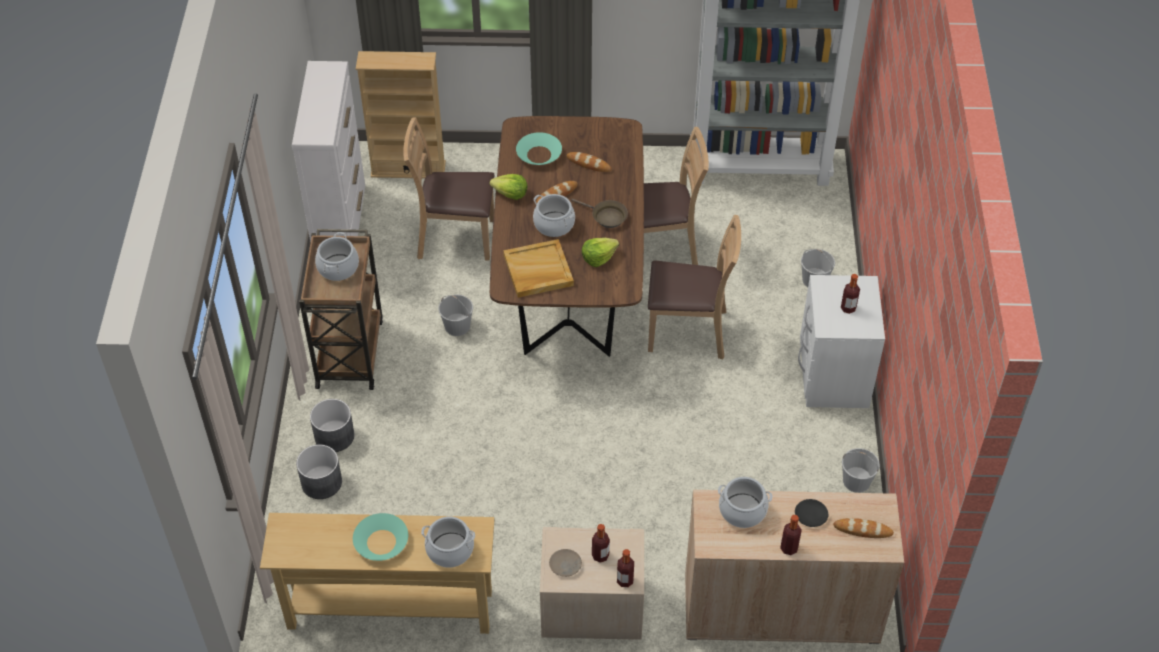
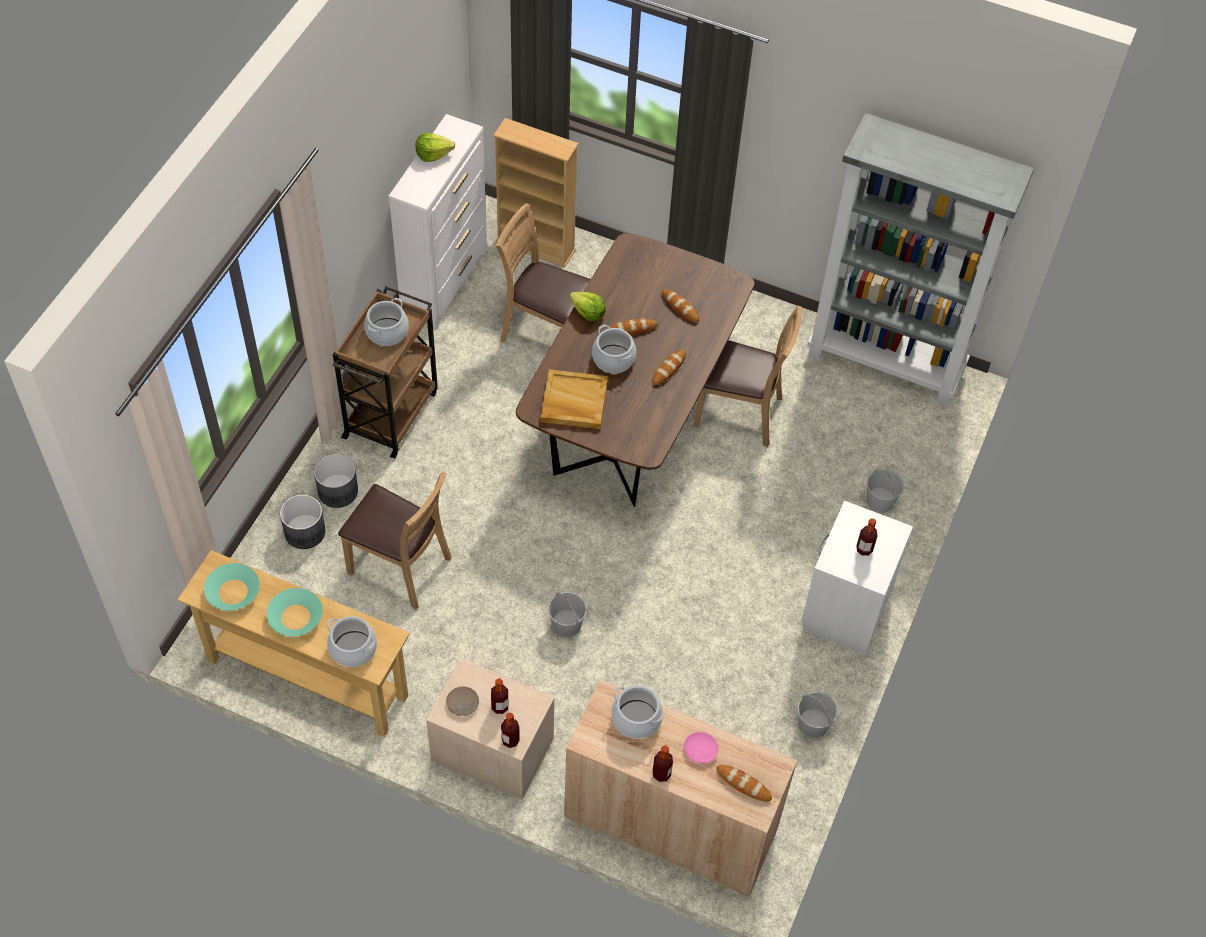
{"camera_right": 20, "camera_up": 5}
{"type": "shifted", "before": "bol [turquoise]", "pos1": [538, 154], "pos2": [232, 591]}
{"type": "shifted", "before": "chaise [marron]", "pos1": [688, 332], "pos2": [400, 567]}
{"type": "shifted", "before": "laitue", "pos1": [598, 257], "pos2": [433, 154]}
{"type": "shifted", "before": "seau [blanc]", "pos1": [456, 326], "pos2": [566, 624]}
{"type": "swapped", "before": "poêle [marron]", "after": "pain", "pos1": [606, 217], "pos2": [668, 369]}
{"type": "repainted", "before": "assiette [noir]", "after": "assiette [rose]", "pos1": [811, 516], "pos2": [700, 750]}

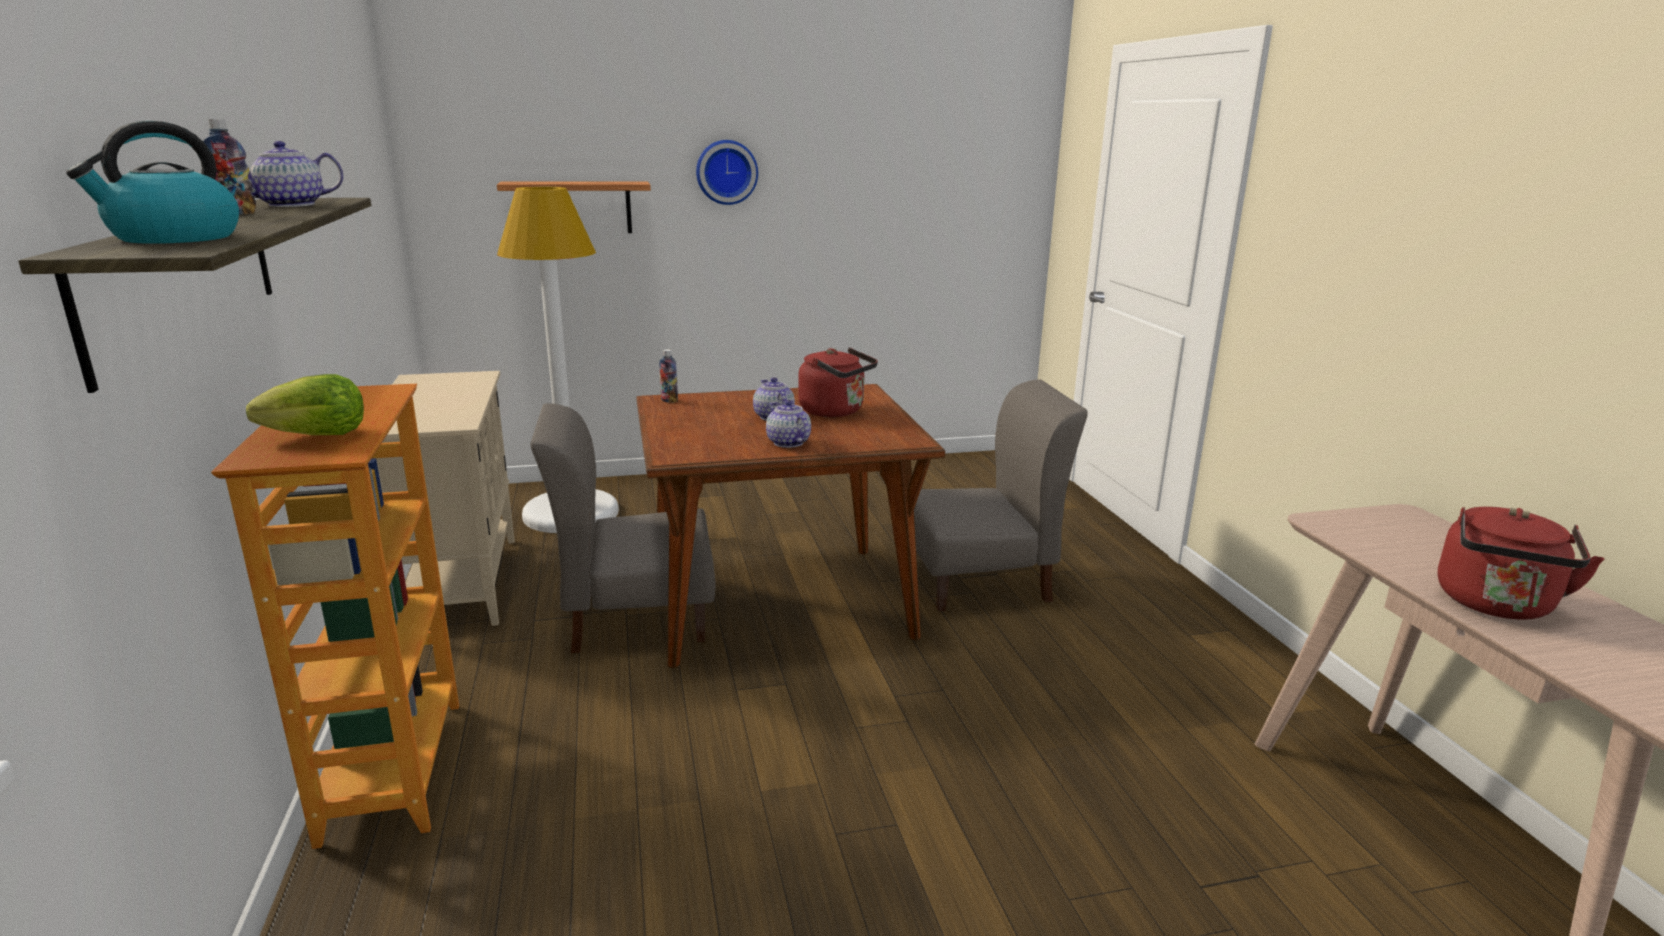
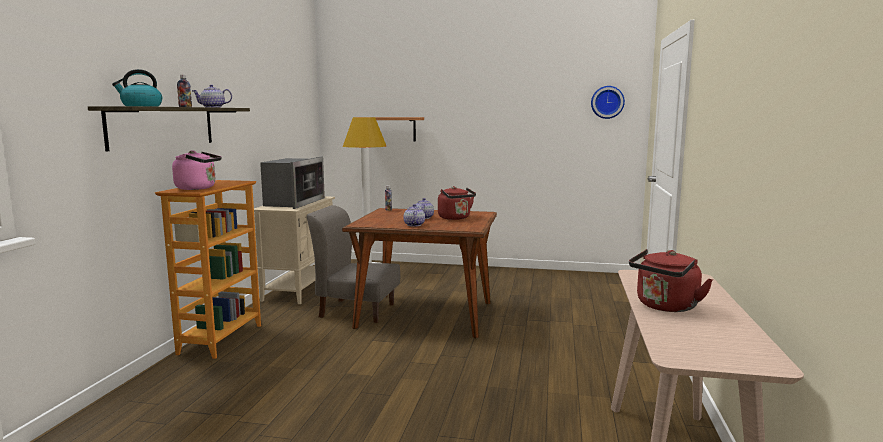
{"camera_right": 25, "camera_up": -10}
{"type": "swapped", "before": "laitue", "after": "bouilloire [rose]", "pos1": [319, 436], "pos2": [198, 188]}
{"type": "new", "after": "micro-ondes", "pos2": [293, 202]}
{"type": "shifted", "before": "horloge murale", "pos1": [726, 172], "pos2": [607, 102]}
{"type": "gone", "before": "chaise [gris]", "pos1": [978, 582]}

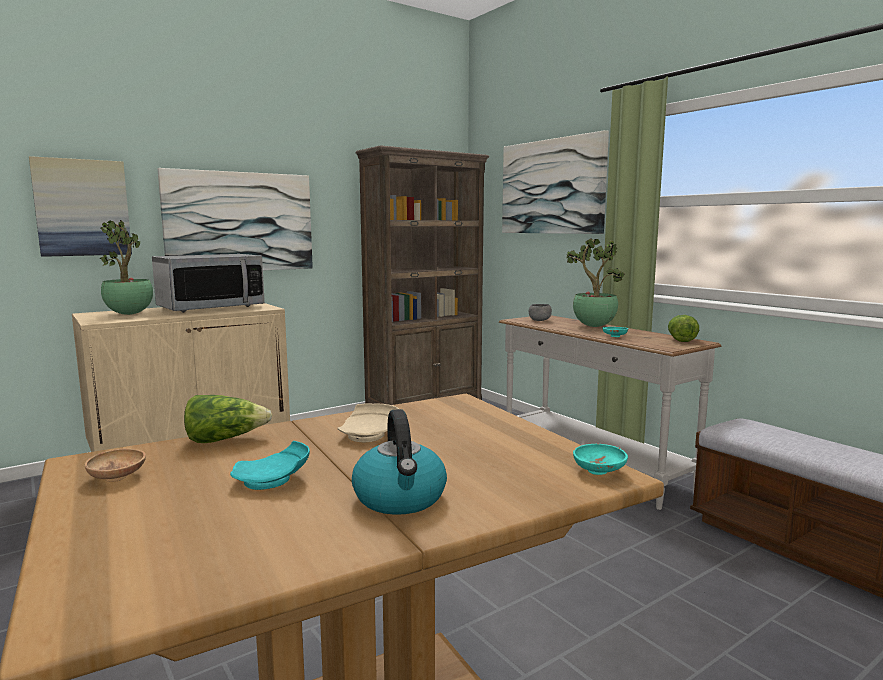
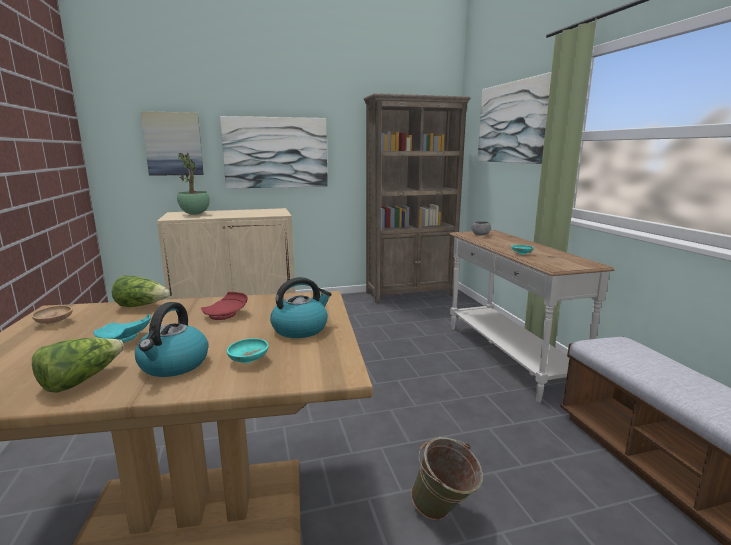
{"camera_right": 20, "camera_up": 5}
{"type": "shifted", "before": "laitue", "pos1": [680, 339], "pos2": [81, 380]}
{"type": "repainted", "before": "assiette [beige]", "after": "assiette [rouge]", "pos1": [369, 435], "pos2": [226, 314]}
{"type": "shifted", "before": "bol [turquoise]", "pos1": [599, 471], "pos2": [248, 360]}
{"type": "new", "after": "bouilloire", "pos2": [300, 329]}
{"type": "new", "after": "seau [vert]", "pos2": [444, 514]}
{"type": "gone", "before": "micro-ondes", "pos1": [211, 307]}
{"type": "gone", "before": "plante en pot", "pos1": [592, 326]}

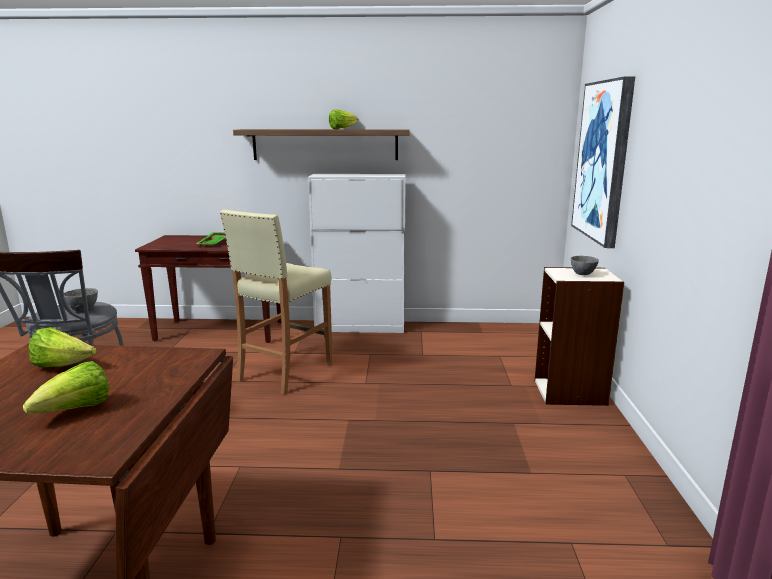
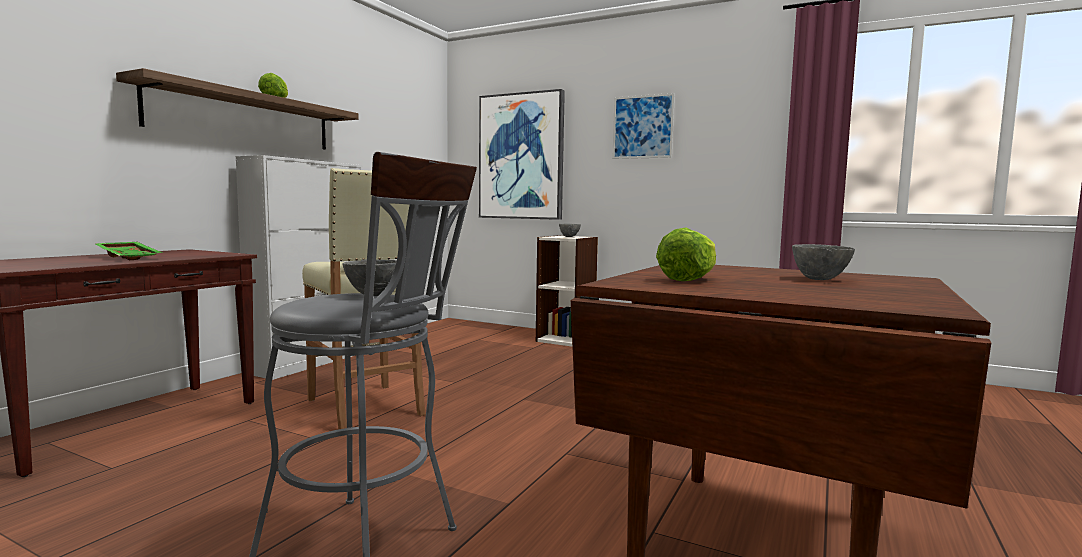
{"camera_right": -65, "camera_up": -10}
{"type": "new", "after": "tableau", "pos2": [642, 127]}
{"type": "swapped", "before": "laitue", "after": "bol [gris]", "pos1": [76, 411], "pos2": [820, 279]}

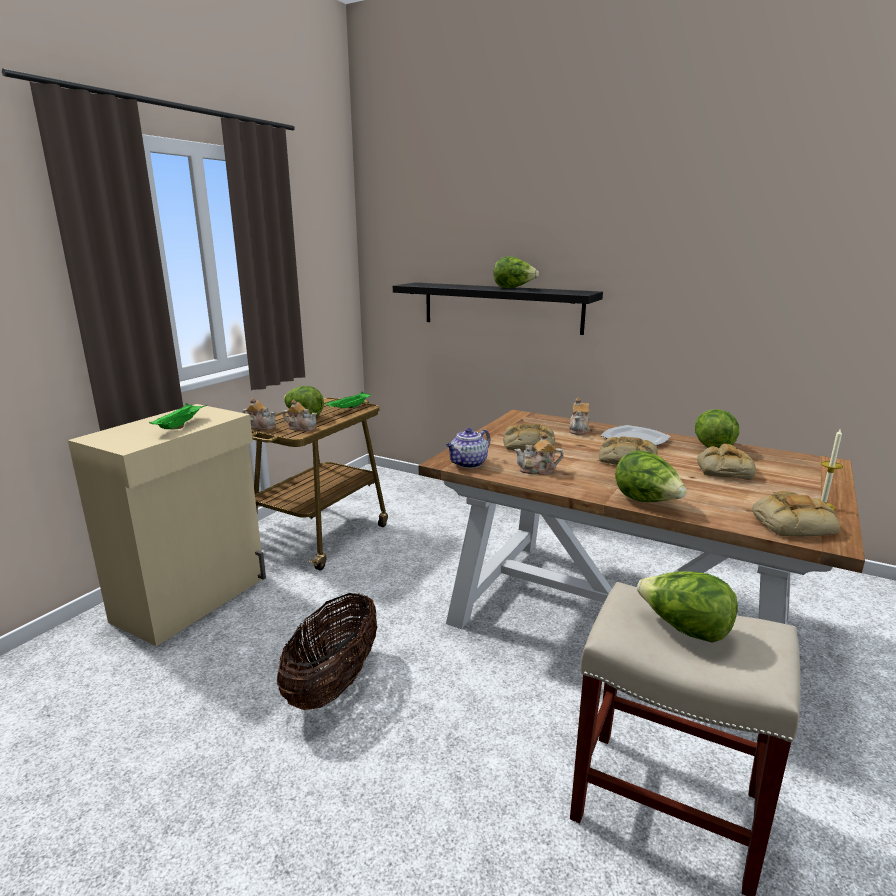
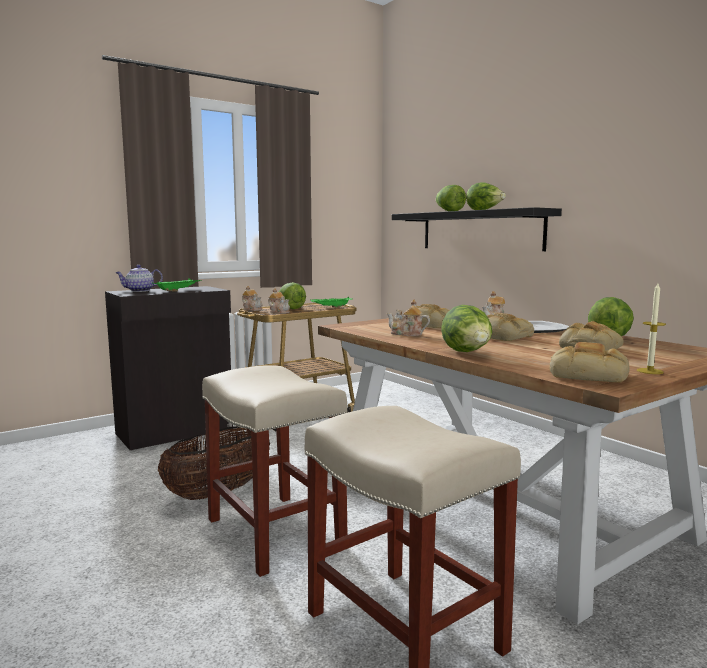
{"camera_right": 25, "camera_up": -10}
{"type": "repainted", "before": "meuble de rangement [beige]", "after": "meuble de rangement [noir]", "pos1": [193, 599], "pos2": [176, 431]}
{"type": "shifted", "before": "théière", "pos1": [468, 464], "pos2": [139, 291]}
{"type": "new", "after": "tabouret [beige]", "pos2": [273, 531]}
{"type": "shifted", "before": "laitue", "pos1": [684, 629], "pos2": [449, 212]}

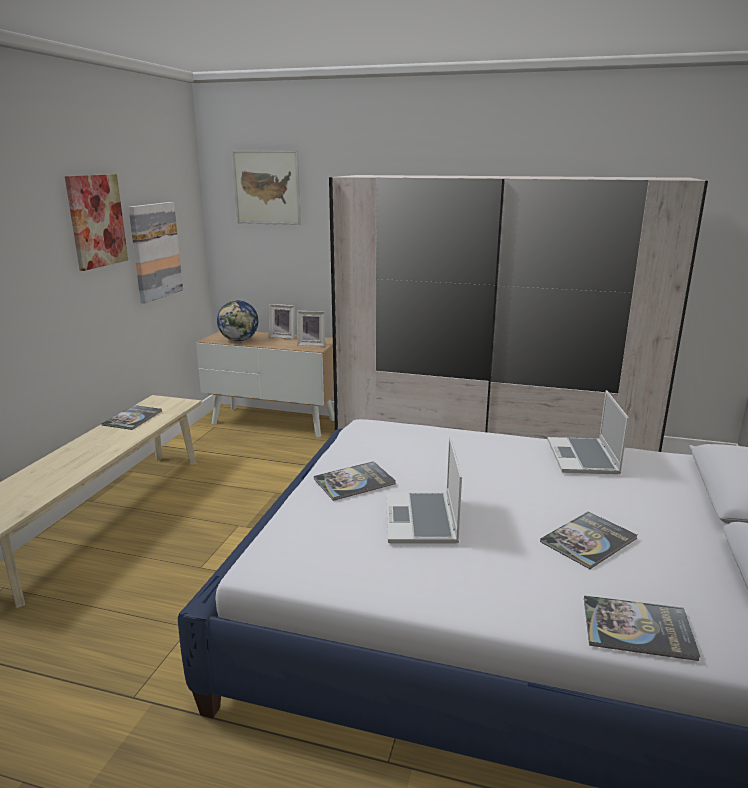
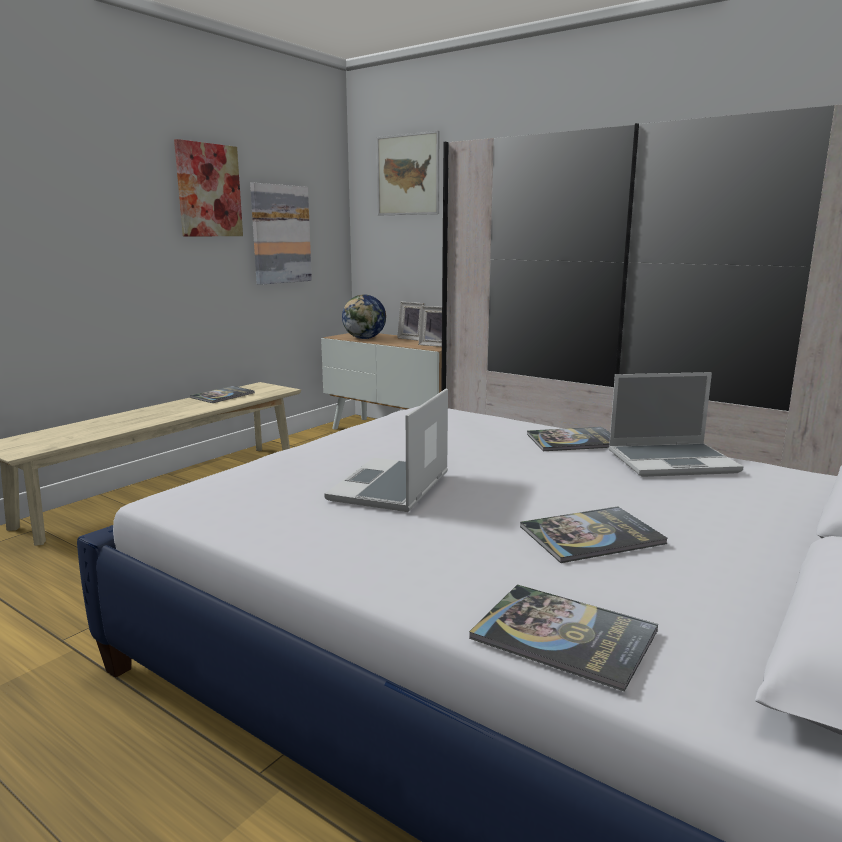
{"camera_right": 20, "camera_up": -5}
{"type": "shifted", "before": "livre", "pos1": [354, 482], "pos2": [573, 441]}
{"type": "rotated", "before": "ordinateur portable", "pos1": [584, 458], "pos2": [672, 461], "turn": -120}

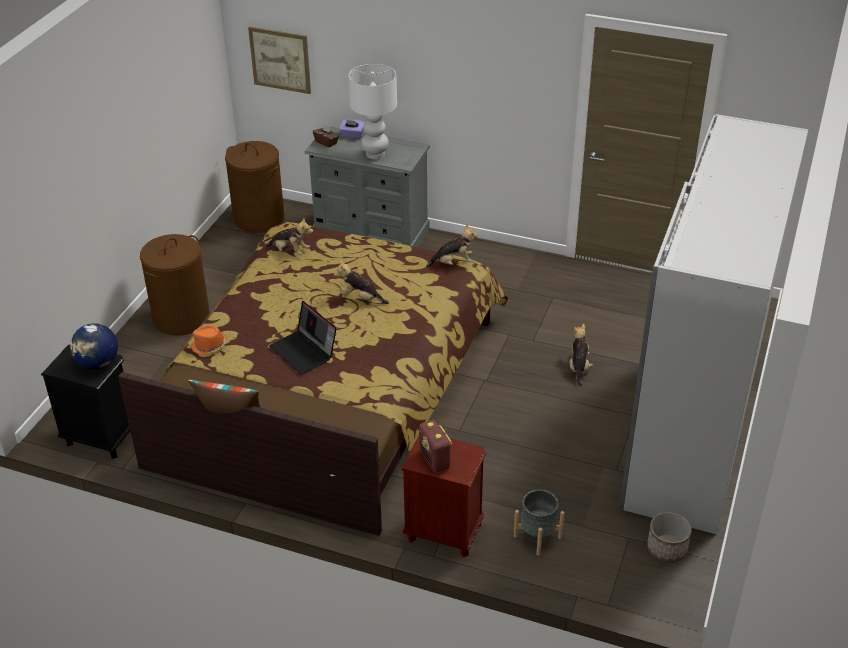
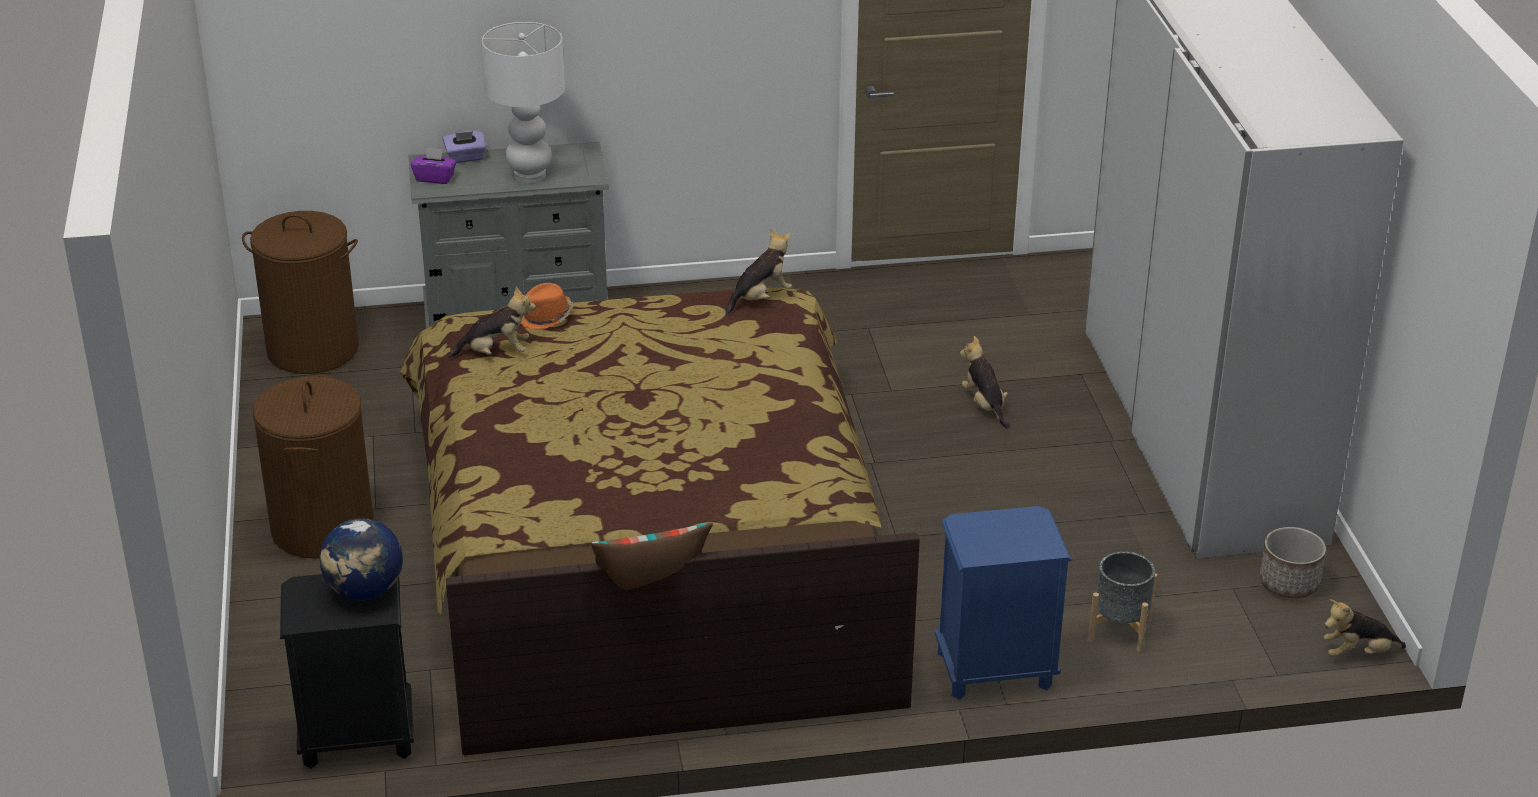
{"camera_right": -30, "camera_up": -5}
{"type": "repainted", "before": "boîte à mouchoirs [marron]", "after": "boîte à mouchoirs [violet]", "pos1": [326, 142], "pos2": [435, 178]}
{"type": "shifted", "before": "chapeau [orange]", "pos1": [209, 346], "pos2": [545, 317]}
{"type": "repainted", "before": "table de chevet [marron]", "after": "table de chevet [bleu]", "pos1": [444, 532], "pos2": [994, 670]}
{"type": "shifted", "before": "peluche", "pos1": [361, 298], "pos2": [1358, 653]}
{"type": "gone", "before": "tableau", "pos1": [280, 60]}
{"type": "gone", "before": "ordinateur portable", "pos1": [304, 352]}
{"type": "gone", "before": "radio", "pos1": [435, 460]}

